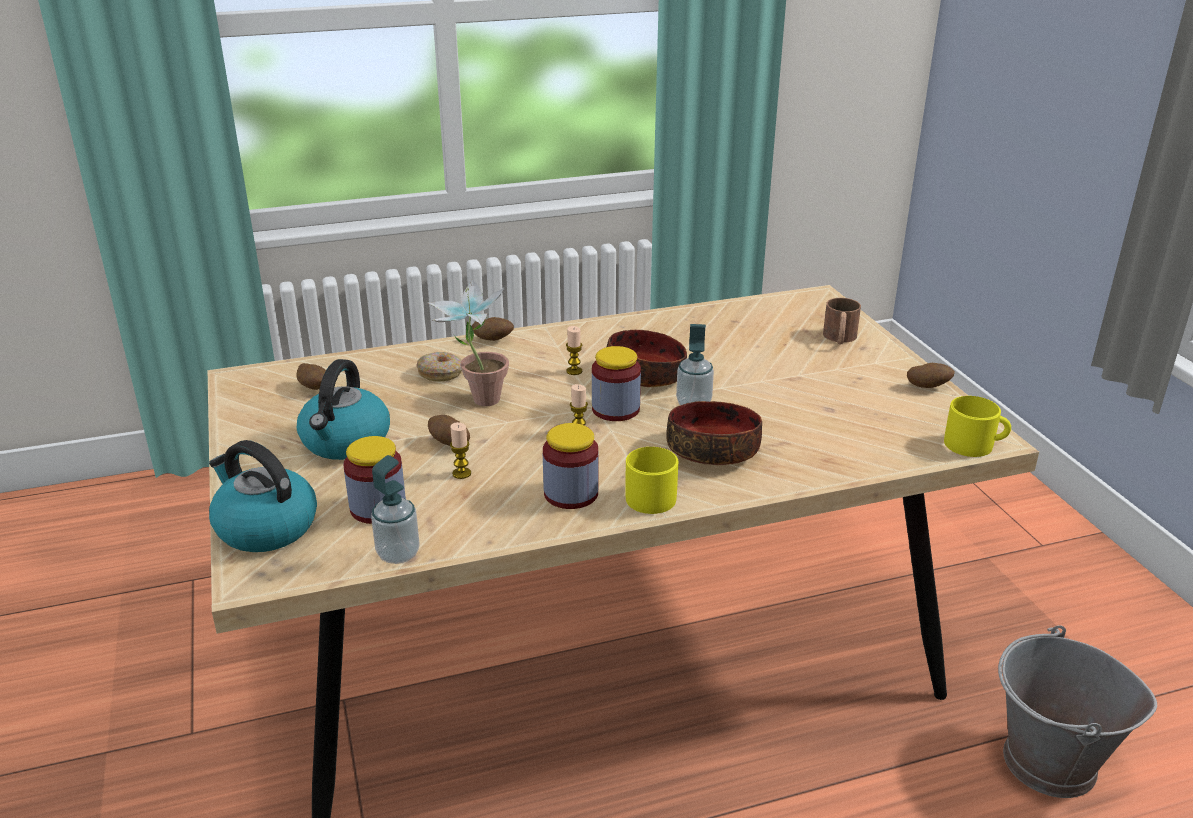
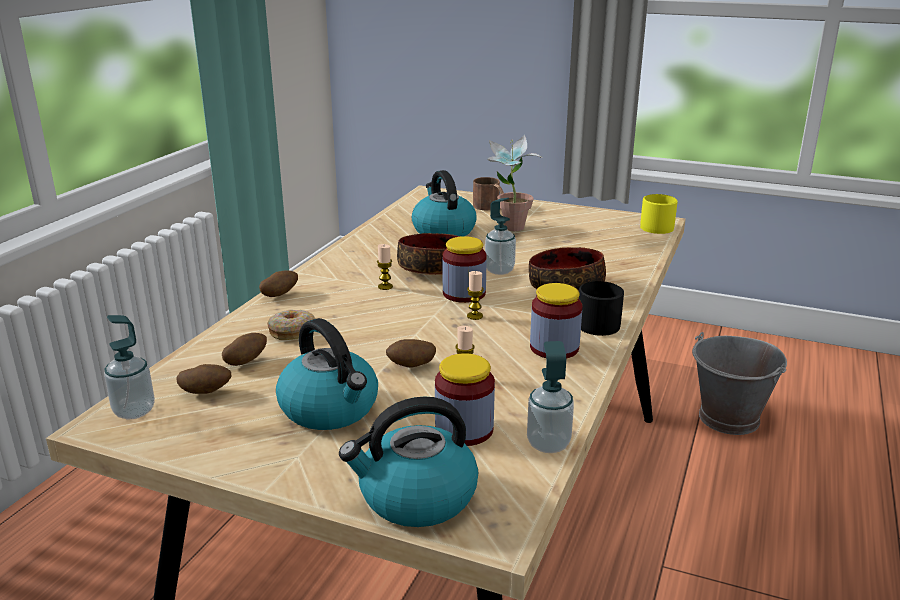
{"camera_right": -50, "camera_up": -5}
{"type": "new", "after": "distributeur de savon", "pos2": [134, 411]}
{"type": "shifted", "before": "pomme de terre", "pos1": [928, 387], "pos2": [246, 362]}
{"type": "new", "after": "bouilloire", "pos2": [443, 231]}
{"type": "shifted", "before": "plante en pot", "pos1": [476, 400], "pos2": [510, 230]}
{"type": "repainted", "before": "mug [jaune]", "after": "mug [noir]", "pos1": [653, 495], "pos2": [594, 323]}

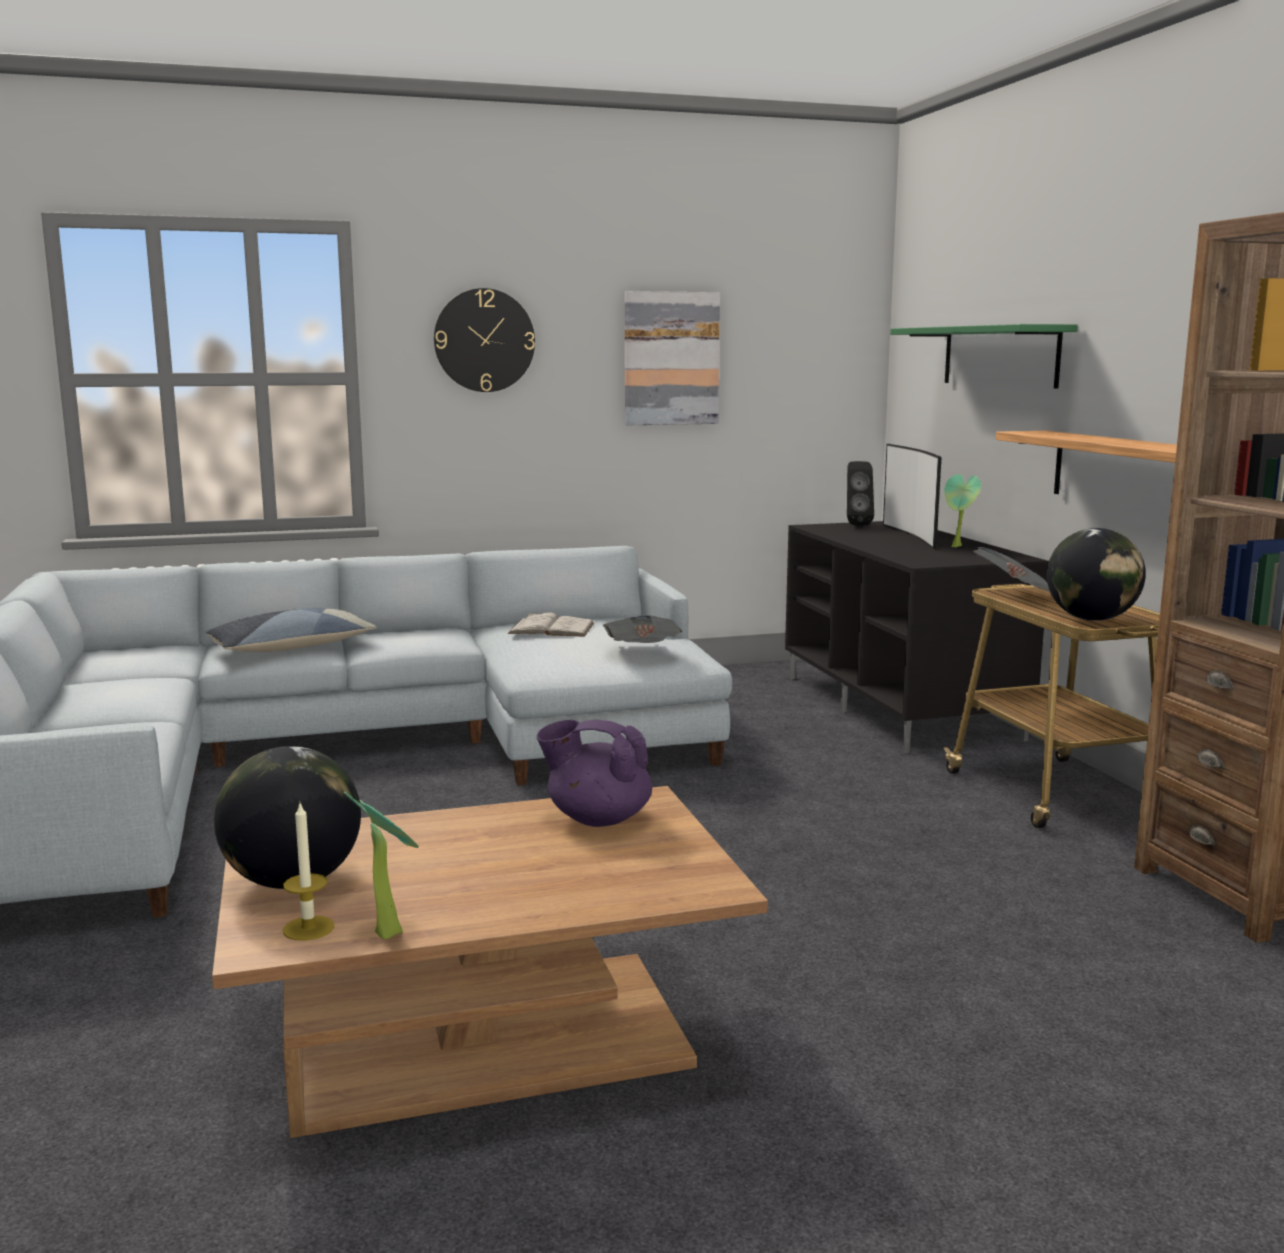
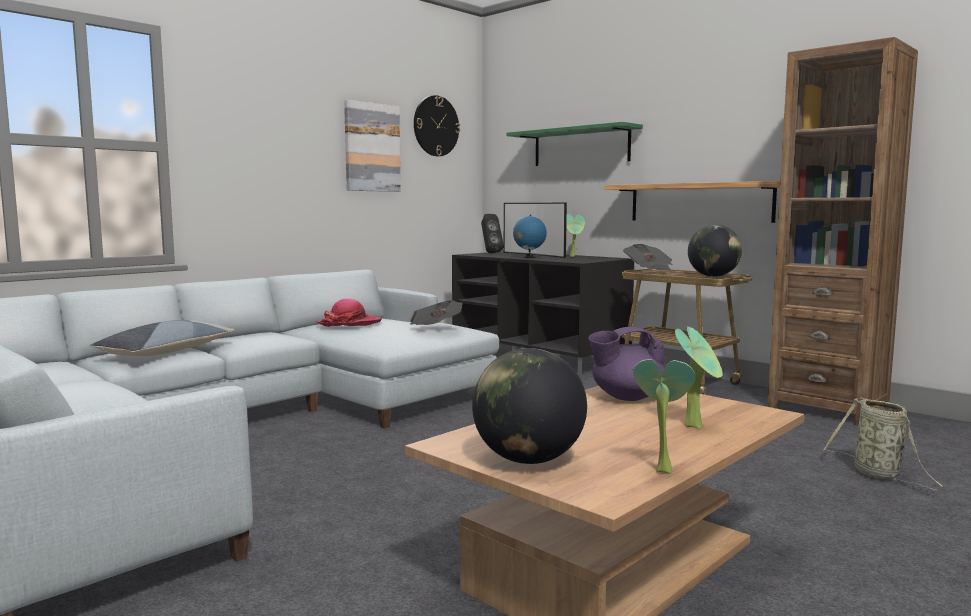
{"camera_right": -30, "camera_up": -5}
{"type": "swapped", "before": "livre [blanc]", "after": "chapeau", "pos1": [552, 628], "pos2": [349, 323]}
{"type": "shifted", "before": "horloge murale", "pos1": [484, 340], "pos2": [436, 126]}
{"type": "new", "after": "globe", "pos2": [529, 257]}
{"type": "new", "after": "plante en pot", "pos2": [696, 426]}
{"type": "new", "after": "panier", "pos2": [879, 475]}
{"type": "gone", "before": "bougie", "pos1": [308, 928]}

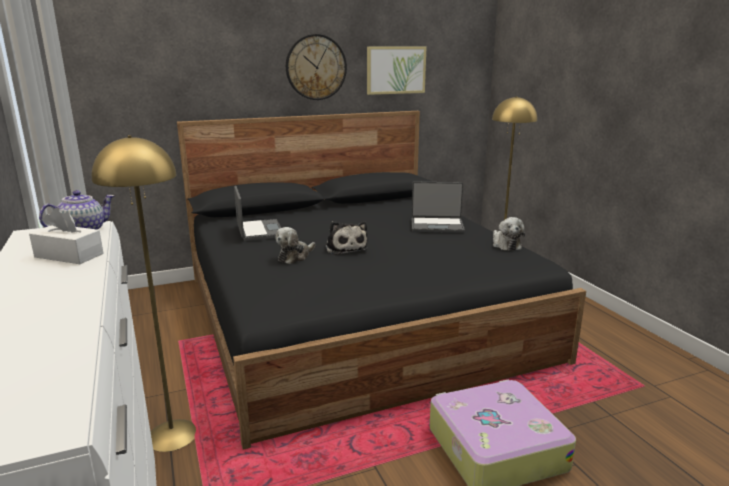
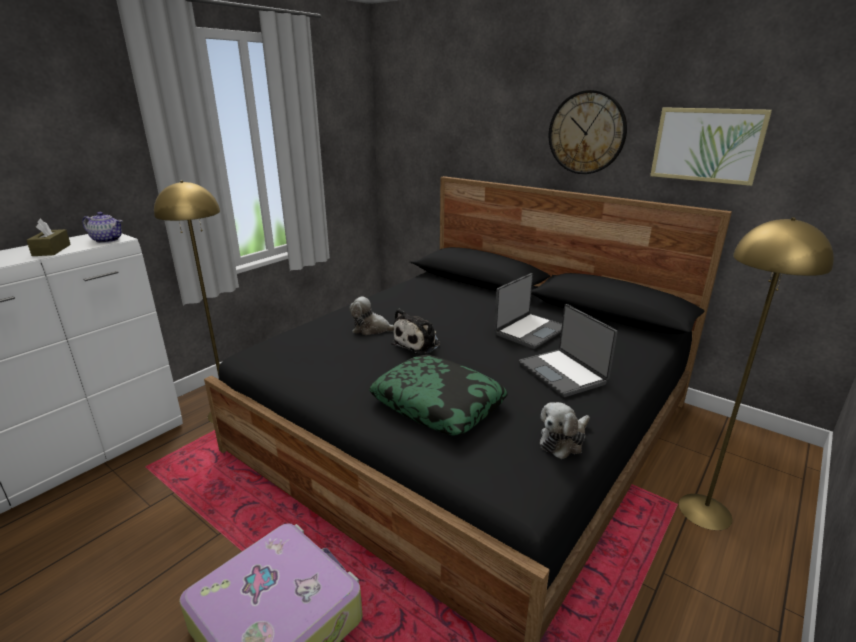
{"camera_right": 60, "camera_up": 5}
{"type": "repainted", "before": "boîte à mouchoirs [blanc]", "after": "boîte à mouchoirs [marron]", "pos1": [69, 255], "pos2": [52, 250]}
{"type": "new", "after": "coussin", "pos2": [438, 404]}
{"type": "shifted", "before": "ordinateur portable", "pos1": [258, 231], "pos2": [529, 331]}

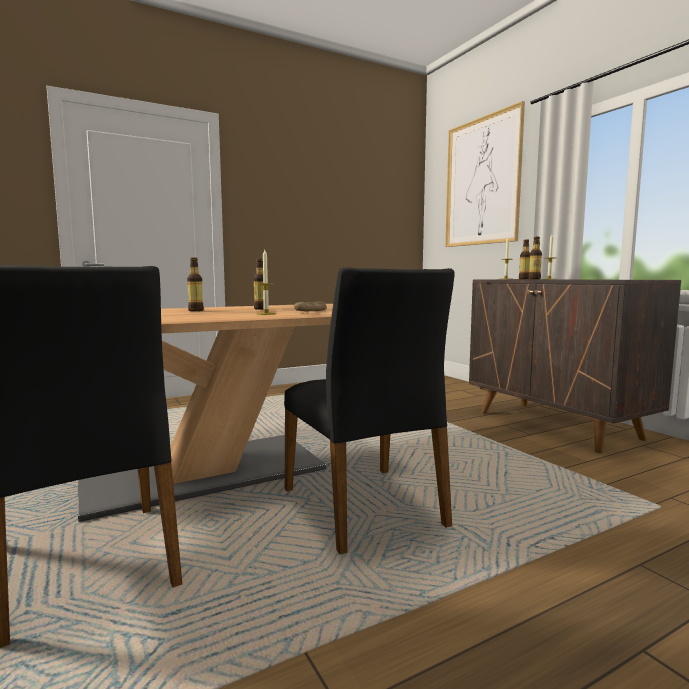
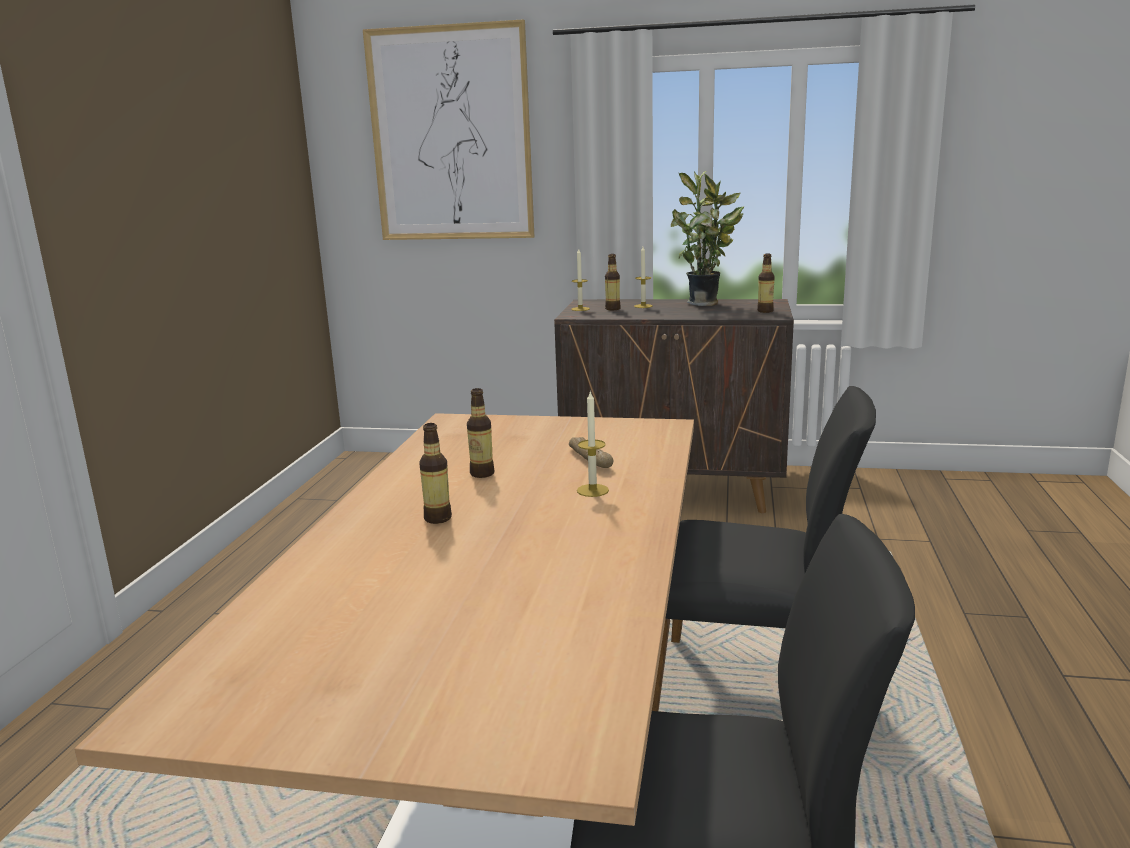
{"camera_right": -50, "camera_up": 10}
{"type": "new", "after": "plante en pot", "pos2": [706, 304]}
{"type": "shifted", "before": "bouteille", "pos1": [534, 279], "pos2": [765, 311]}

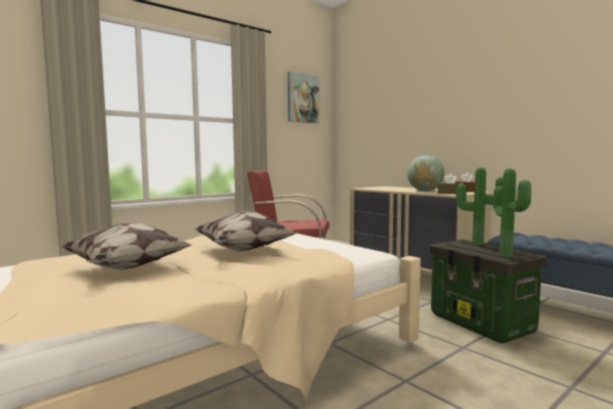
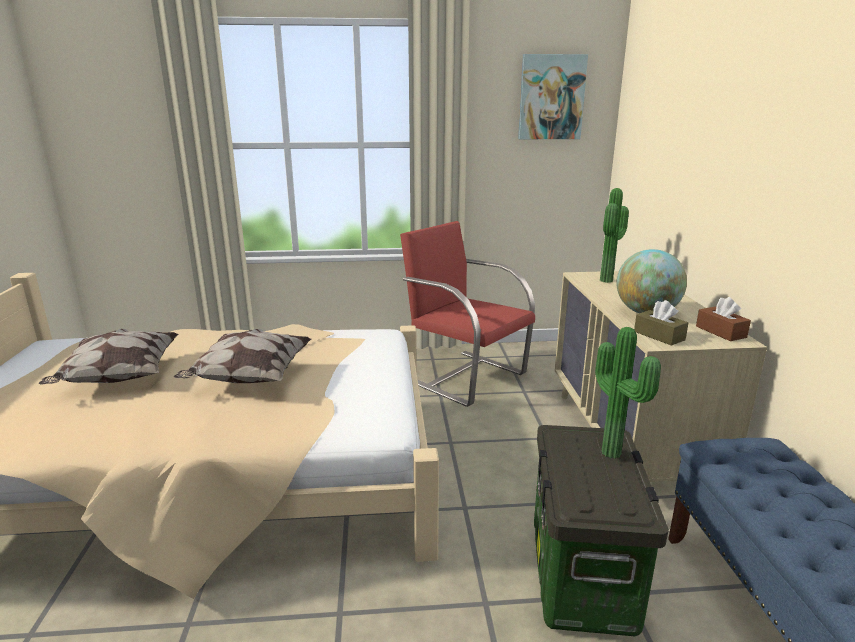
{"camera_right": 35, "camera_up": 15}
{"type": "shifted", "before": "plante en pot", "pos1": [508, 255], "pos2": [609, 281]}

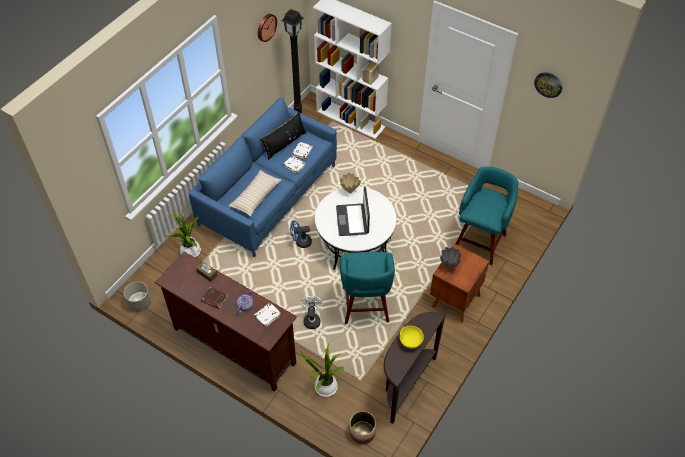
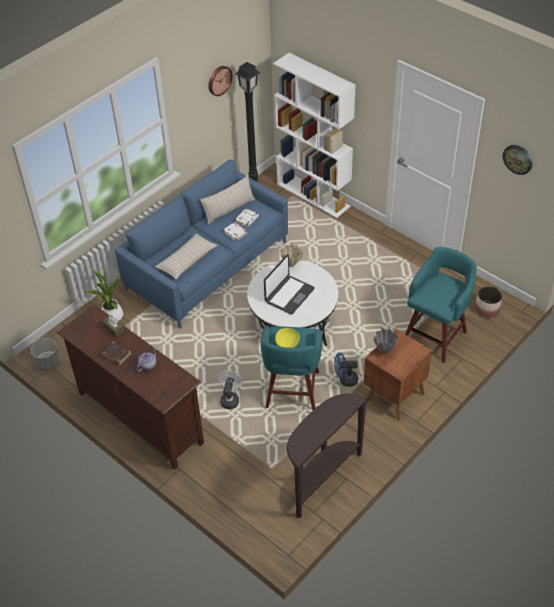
{"camera_right": 10, "camera_up": -5}
{"type": "repainted", "before": "coussin [noir]", "after": "coussin [beige]", "pos1": [284, 144], "pos2": [229, 209]}
{"type": "rotated", "before": "ordinateur portable", "pos1": [353, 220], "pos2": [289, 295], "turn": -150}
{"type": "shifted", "before": "bol [jaune]", "pos1": [410, 341], "pos2": [287, 344]}
{"type": "shifted", "before": "ventilateur [bleu]", "pos1": [301, 242], "pos2": [345, 380]}
{"type": "shifted", "before": "cache-pot", "pos1": [362, 432], "pos2": [487, 309]}
{"type": "gone", "before": "livre [blanc]", "pos1": [267, 315]}
{"type": "gone", "before": "plante en pot", "pos1": [324, 387]}

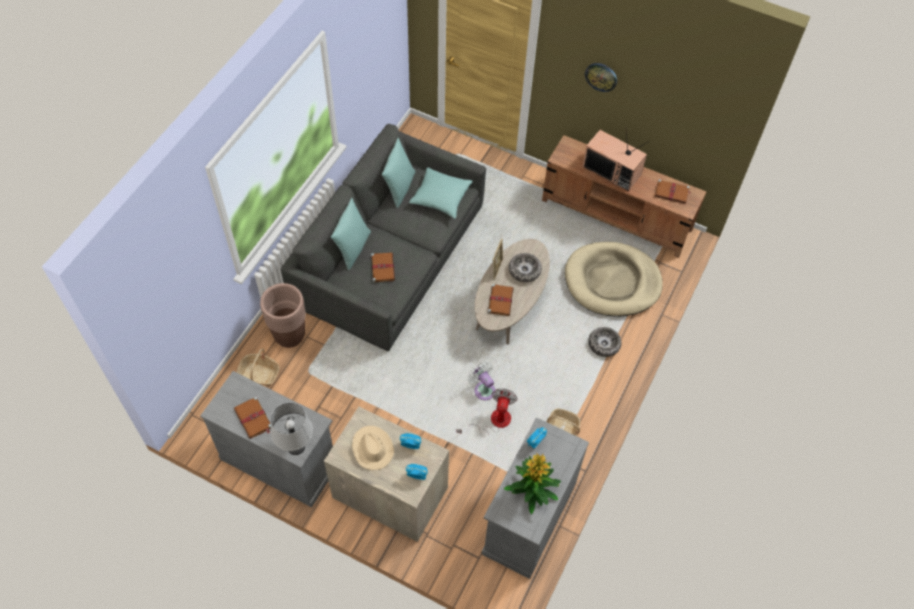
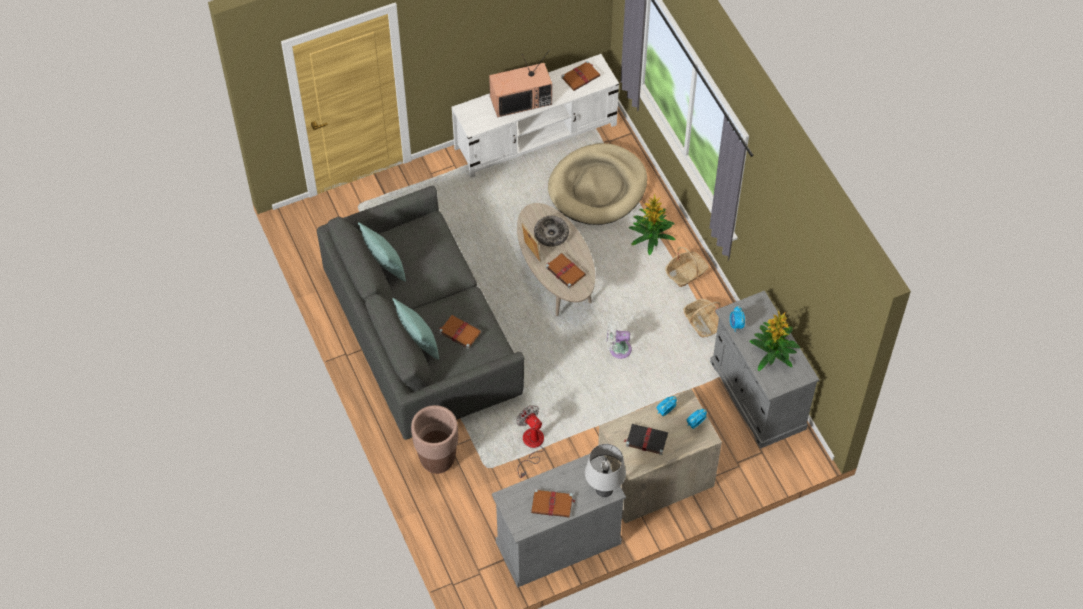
{"camera_right": -50, "camera_up": 0}
{"type": "repainted", "before": "meuble télé [marron]", "after": "meuble télé [blanc]", "pos1": [616, 216], "pos2": [536, 136]}
{"type": "shifted", "before": "ventilateur", "pos1": [493, 422], "pos2": [531, 445]}
{"type": "swapped", "before": "chapeau [beige]", "after": "livre [noir]", "pos1": [372, 448], "pos2": [646, 439]}
{"type": "swapped", "before": "bol", "after": "plante en pot", "pos1": [604, 344], "pos2": [650, 236]}
{"type": "shifted", "before": "panier", "pos1": [259, 374], "pos2": [686, 273]}
{"type": "gone", "before": "coussin [turquoise]", "pos1": [440, 197]}
{"type": "gone", "before": "horloge murale", "pos1": [601, 76]}

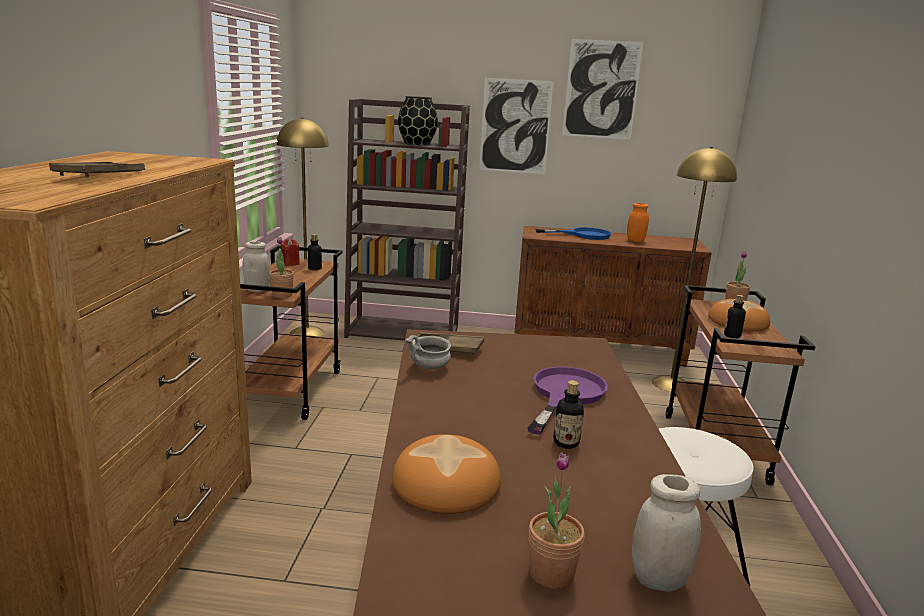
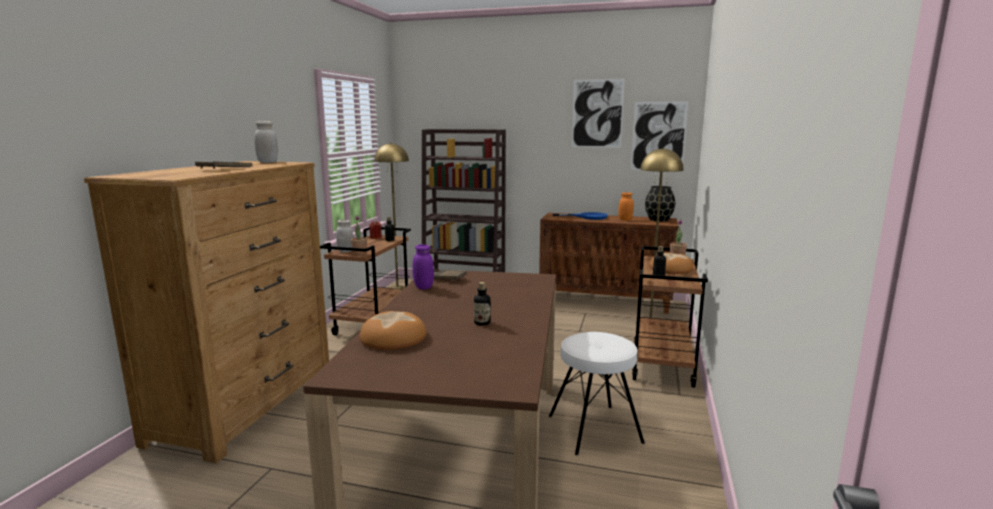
{"camera_right": 10, "camera_up": -5}
{"type": "shifted", "before": "bocal [blanc]", "pos1": [658, 579], "pos2": [268, 162]}
{"type": "swapped", "before": "bol [gris]", "after": "bocal [violet]", "pos1": [429, 367], "pos2": [423, 287]}
{"type": "shifted", "before": "tableau", "pos1": [515, 126], "pos2": [658, 136]}
{"type": "shifted", "before": "vase [noir]", "pos1": [417, 144], "pos2": [659, 219]}
{"type": "gone", "before": "poêle [violet]", "pos1": [564, 395]}
{"type": "gone", "before": "plante en pot", "pos1": [551, 573]}

